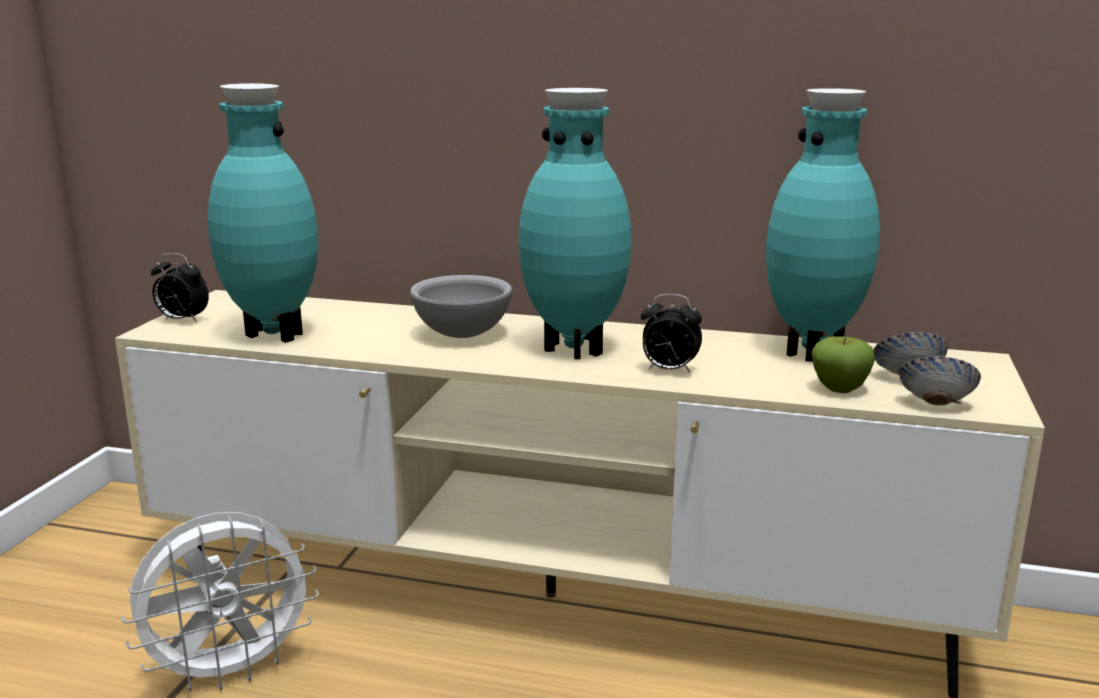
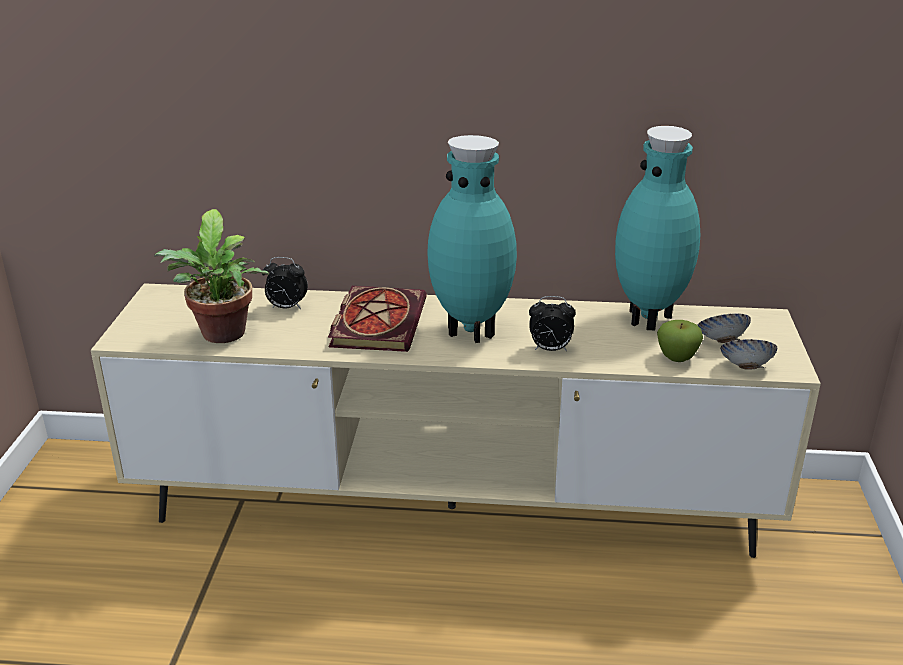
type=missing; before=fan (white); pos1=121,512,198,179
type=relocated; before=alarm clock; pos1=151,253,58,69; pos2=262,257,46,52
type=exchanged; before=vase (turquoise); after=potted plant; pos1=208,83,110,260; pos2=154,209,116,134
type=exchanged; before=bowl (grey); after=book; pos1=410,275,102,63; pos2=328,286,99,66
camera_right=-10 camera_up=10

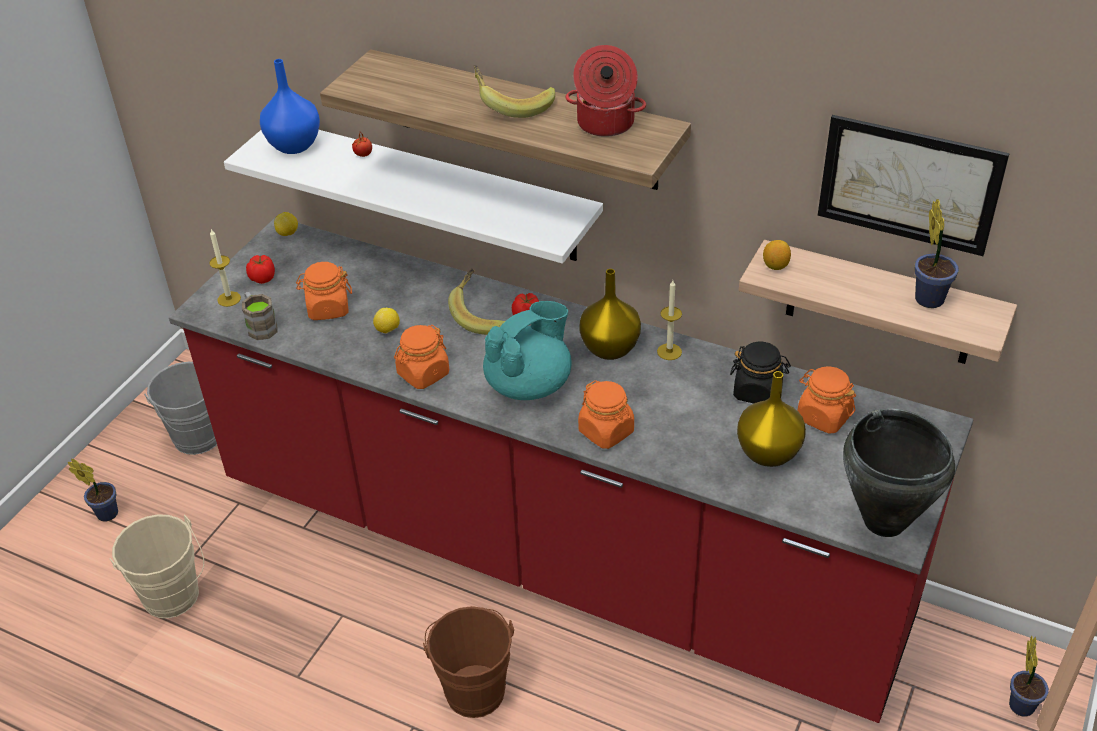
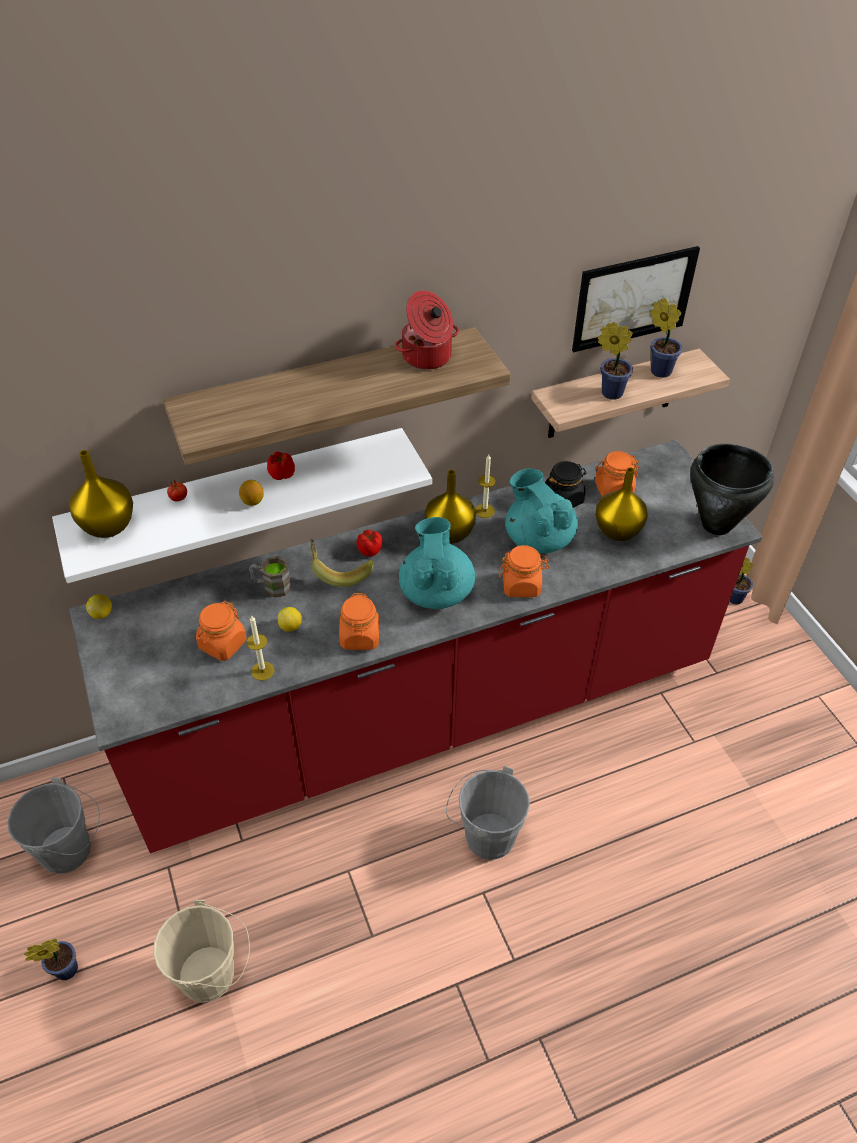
type=relocated; before=candle; pos1=209,229,32,78; pos2=247,616,27,65
type=relocated; before=mug (brown); pos1=242,292,36,48; pos2=249,556,43,42
type=relocated; before=tomato; pos1=246,255,29,29; pos2=267,452,28,28
type=colour; before=vase (blue); after=vase (yellow); pos1=260,59,60,95; pos2=69,450,64,88
type=colour; before=bucket (brown); after=bucket (grey); pos1=423,606,91,112; pos2=446,766,84,94
type=missing; before=banana; pos1=474,65,81,53
type=relocated; before=lemon; pos1=763,240,28,30; pos2=239,480,25,26
type=appeared; after=teapot (turquoise); pos2=505,468,73,85
type=appeared; after=potted plant; pos2=598,322,35,78
camera_right=-50 camera_up=5

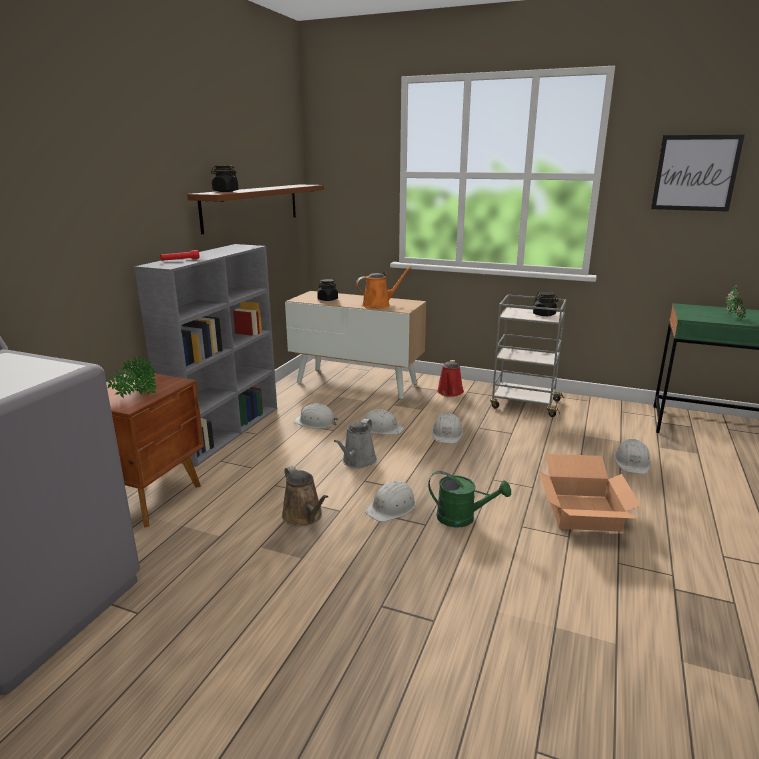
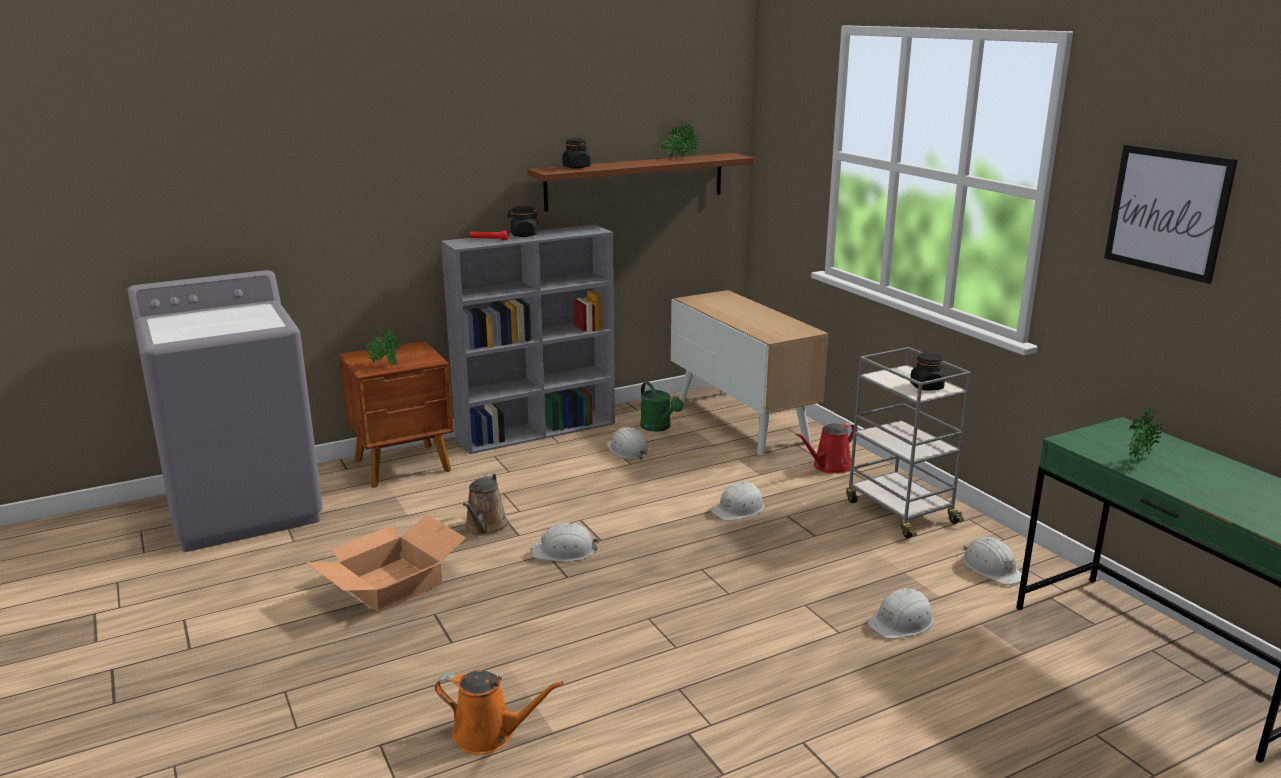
type=relocated; before=jar (black); pos1=317,279,21,22; pos2=507,206,32,31
type=missing; before=watering can (grey); pos1=334,419,43,49
type=relocated; before=watering can (orange); pos1=356,266,56,42; pos2=435,670,129,84
type=relocated; before=hard hat (white); pos1=364,409,41,26; pos2=962,537,60,48
type=relocated; before=watering can (green); pos1=428,471,83,56; pos2=640,382,43,50
type=relocated; before=cardboard box; pos1=538,454,103,78; pos2=306,515,160,98
type=appeared; after=potted plant; pos2=660,123,39,35
camera_right=40 camera_up=0

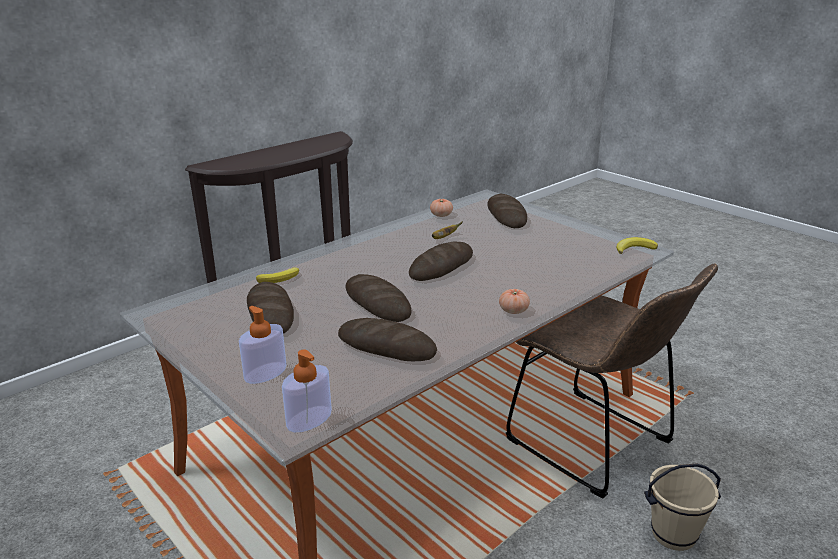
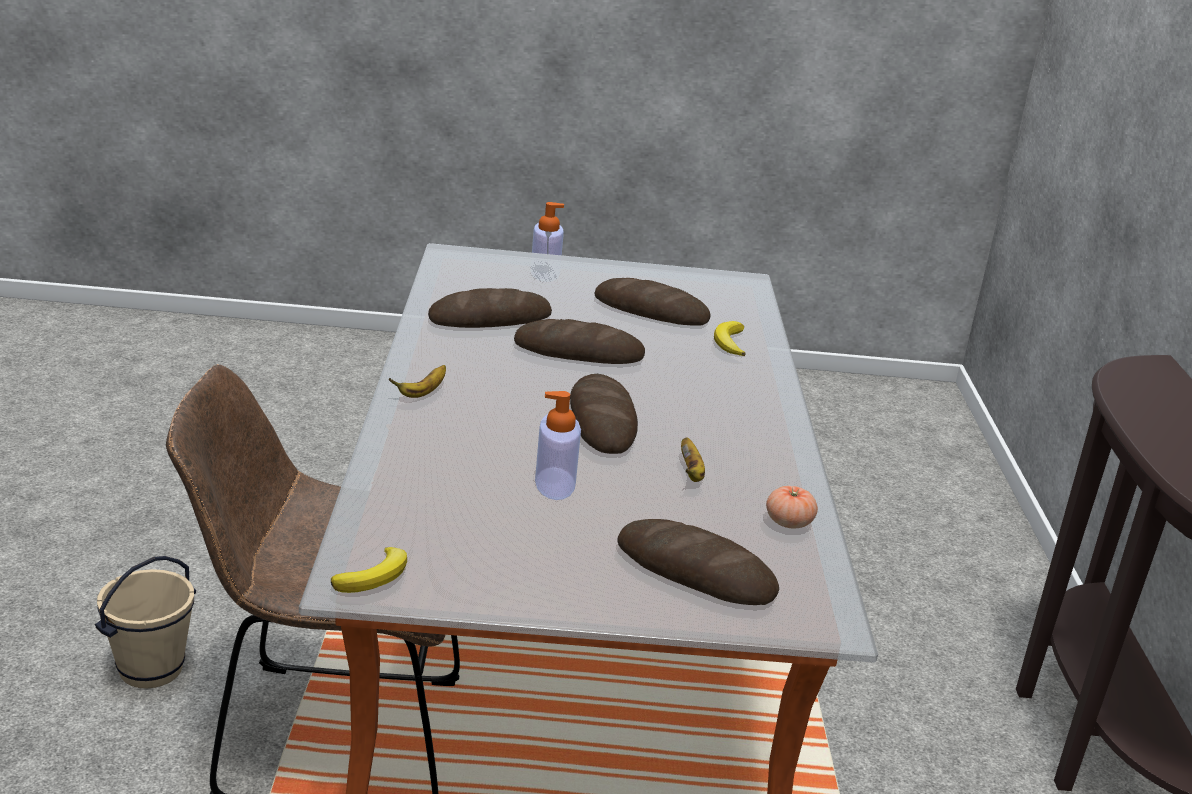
type=relocated; before=soap dispenser; pos1=282,349,50,83; pos2=535,391,46,109
type=exchanged; before=tomato; after=banana; pos1=499,289,31,25; pos2=389,365,57,33
camera_right=130 camera_up=0

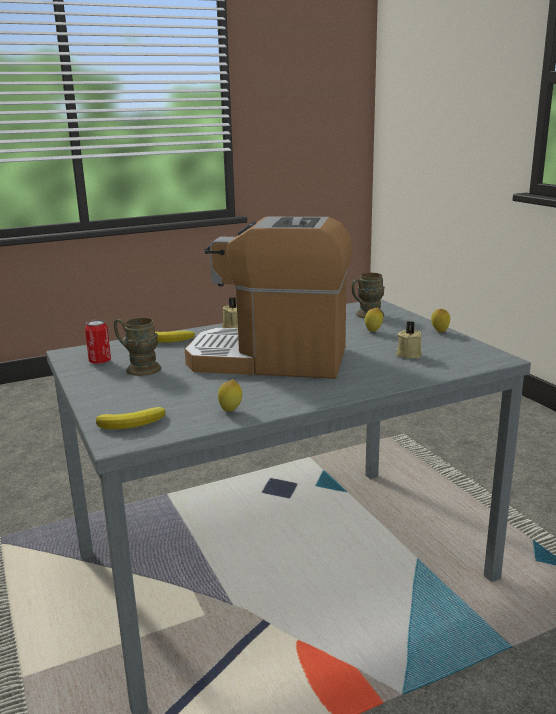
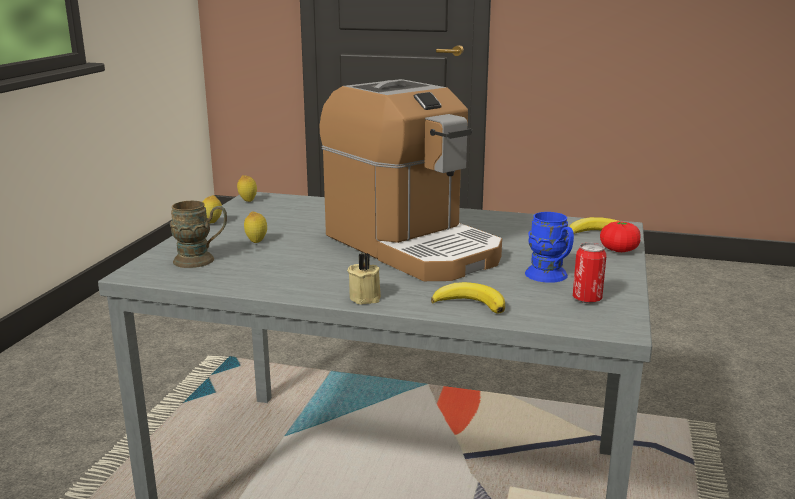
type=colour; before=mug (brown); after=mug (blue); pos1=114,318,47,58; pos2=525,212,49,71
type=relocated; before=lemon; pos1=218,379,24,33; pos2=237,175,20,27
type=missing; before=candle (beige); pos1=396,321,26,38
type=appeared; after=tomato; pos2=600,221,41,31
camera_right=-140 camera_up=0

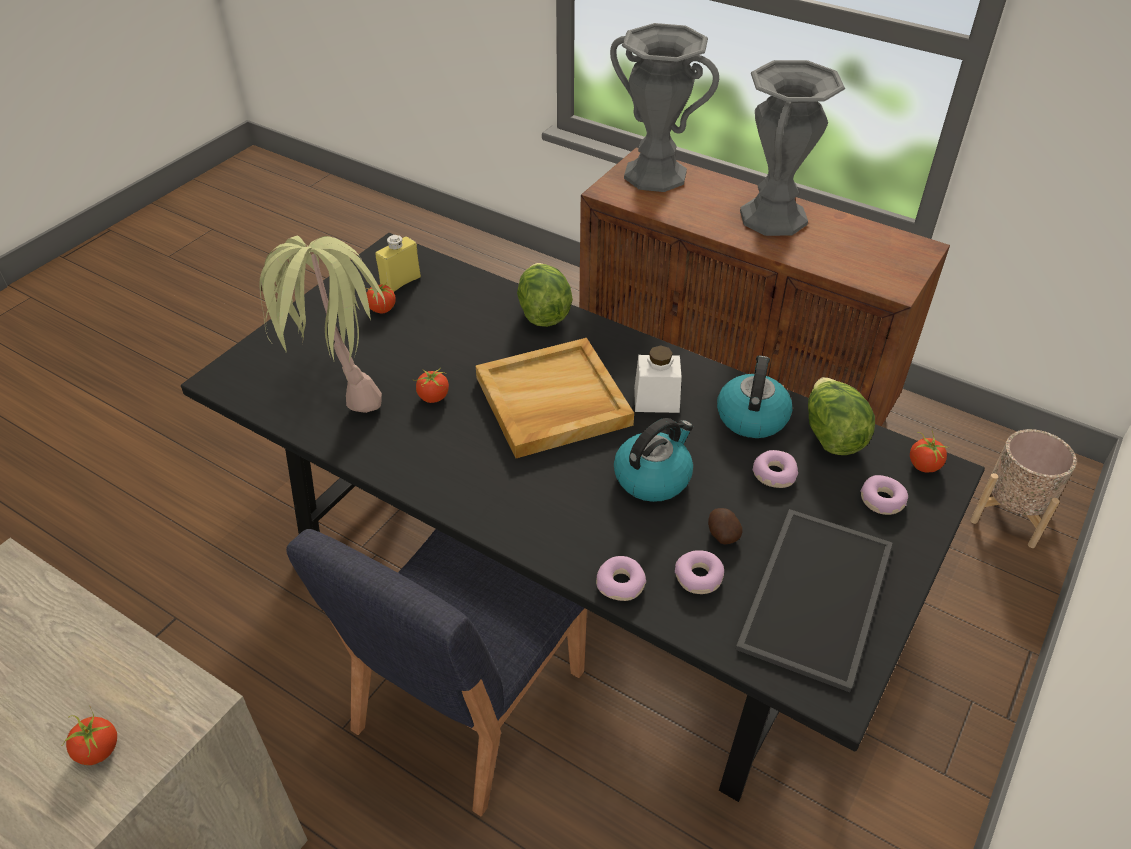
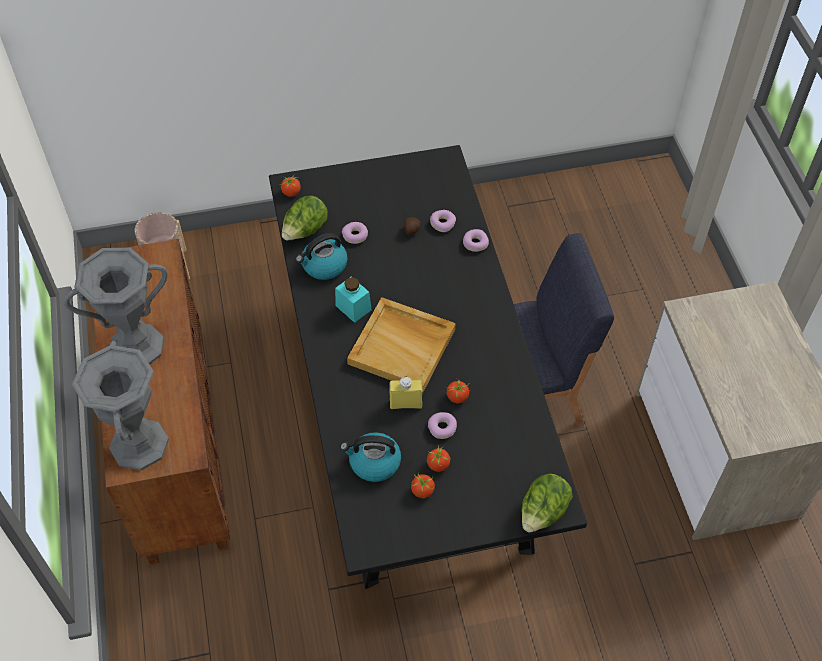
type=relocated; before=tomato; pos1=62,708,55,57; pos2=427,445,23,27
type=missing; before=potted plant; pos1=259,235,126,178
type=relocated; before=bottle (yellow); pos1=375,235,46,57; pos2=389,376,33,33
type=relocated; before=lettuce; pos1=517,263,56,64; pos2=521,474,52,59
type=relocated; before=kettle; pos1=614,418,79,84; pos2=340,432,61,50
type=colour; before=jar (white); after=jar (turquoise); pos1=634,345,48,68; pos2=335,276,37,47
type=missing; before=tray; pos1=735,509,157,183
type=relocated; before=donut; pos1=860,475,48,40; pos2=428,412,29,27
camera_right=-135 camera_up=10

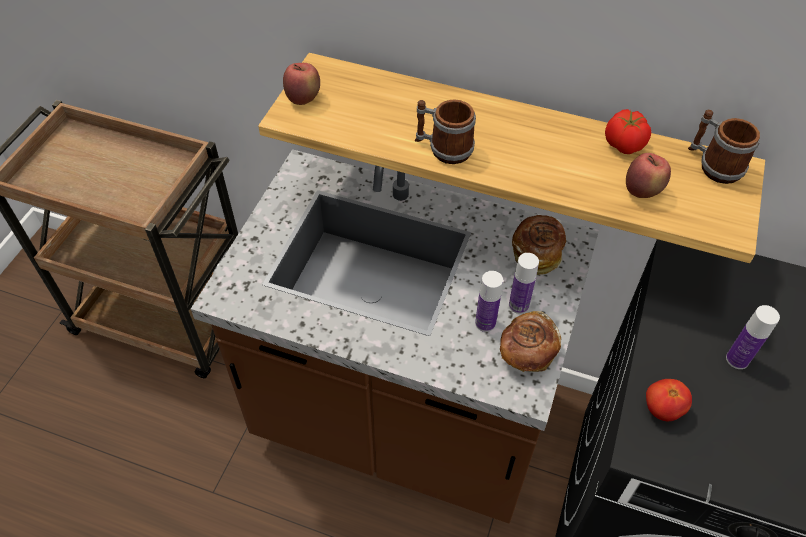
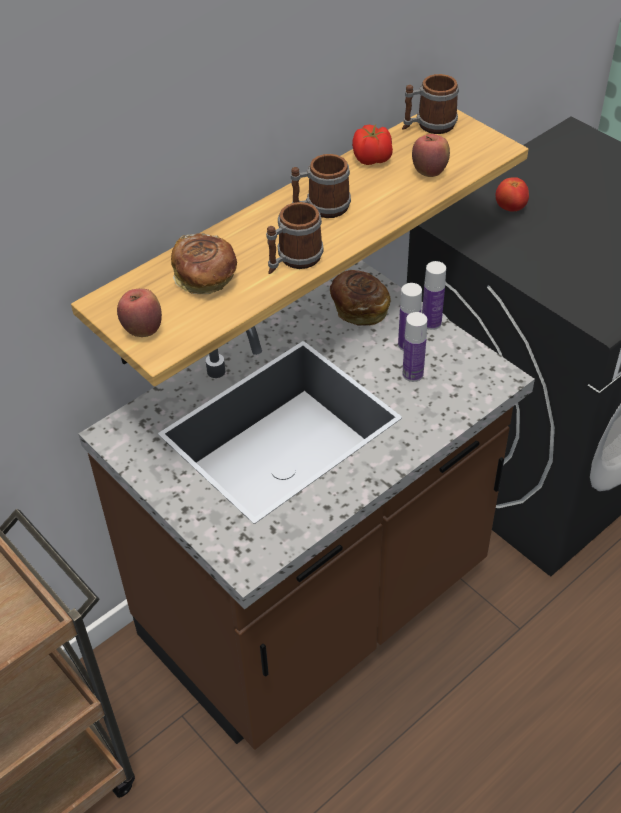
type=relocated; before=bread; pos1=500,311,61,61; pos2=171,233,66,61
type=relocated; before=tomato; pos1=646,379,46,42; pos2=496,177,33,34
type=relocated; before=bottle; pos1=726,305,54,64; pos2=422,261,24,69
type=appeared; after=mug; pos2=291,154,60,64
camera_right=-60 camera_up=-5

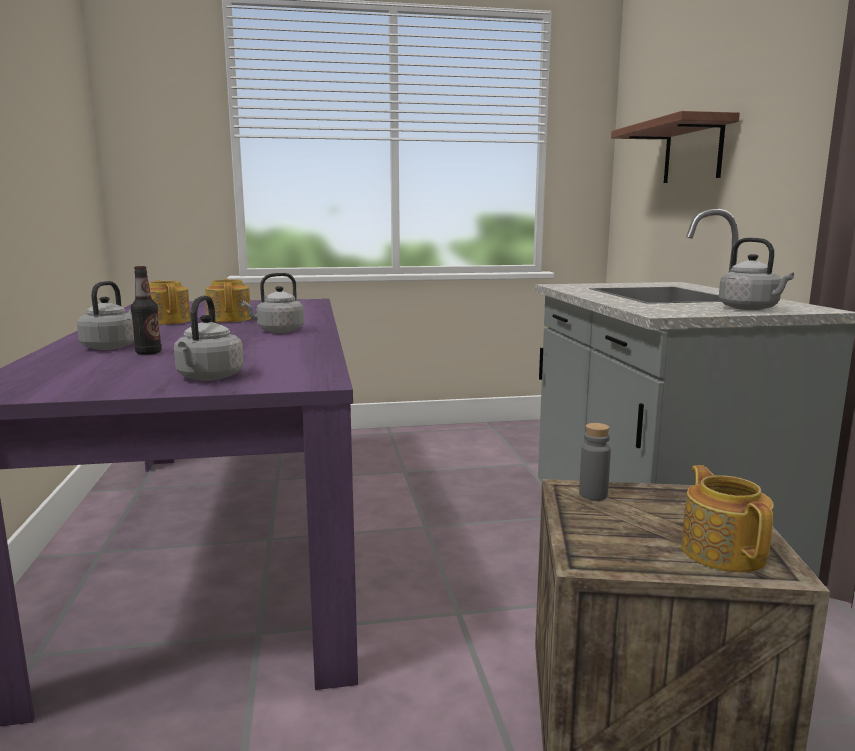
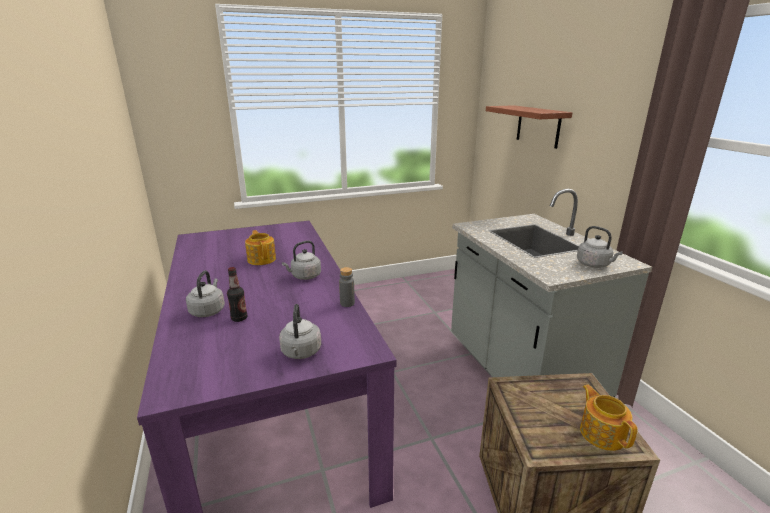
type=missing; before=teapot; pos1=149,280,42,45
type=relocated; before=bottle (grey); pos1=579,423,32,77; pos2=339,267,16,40
camera_right=-10 camera_up=10

